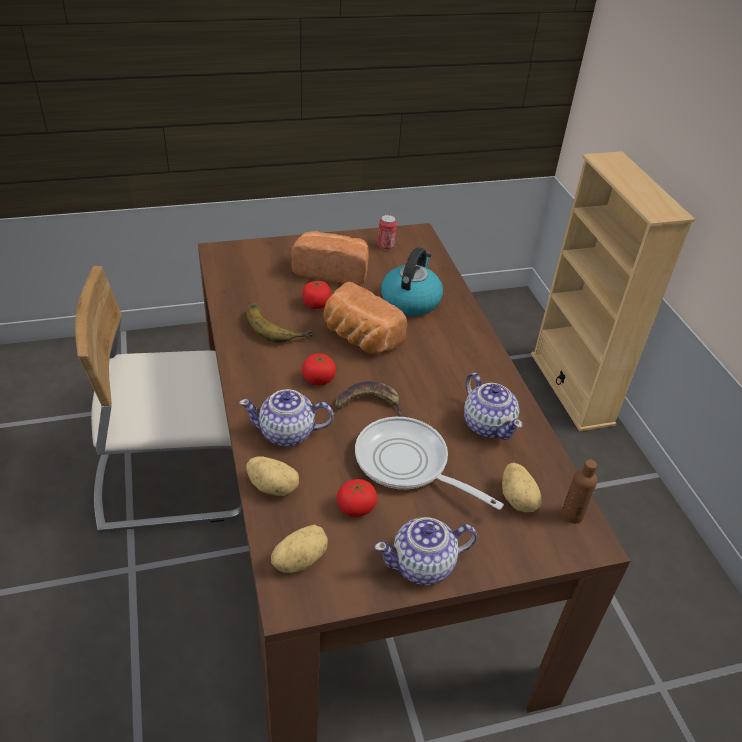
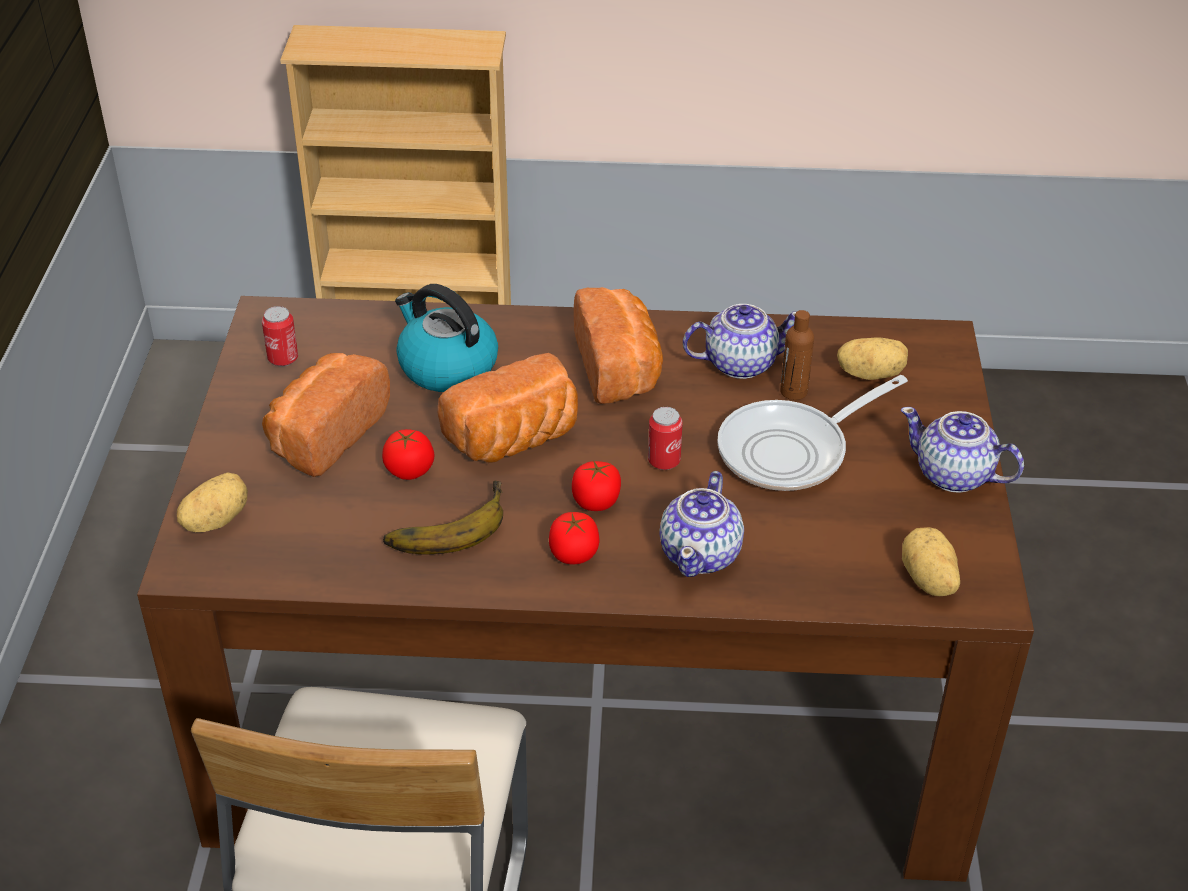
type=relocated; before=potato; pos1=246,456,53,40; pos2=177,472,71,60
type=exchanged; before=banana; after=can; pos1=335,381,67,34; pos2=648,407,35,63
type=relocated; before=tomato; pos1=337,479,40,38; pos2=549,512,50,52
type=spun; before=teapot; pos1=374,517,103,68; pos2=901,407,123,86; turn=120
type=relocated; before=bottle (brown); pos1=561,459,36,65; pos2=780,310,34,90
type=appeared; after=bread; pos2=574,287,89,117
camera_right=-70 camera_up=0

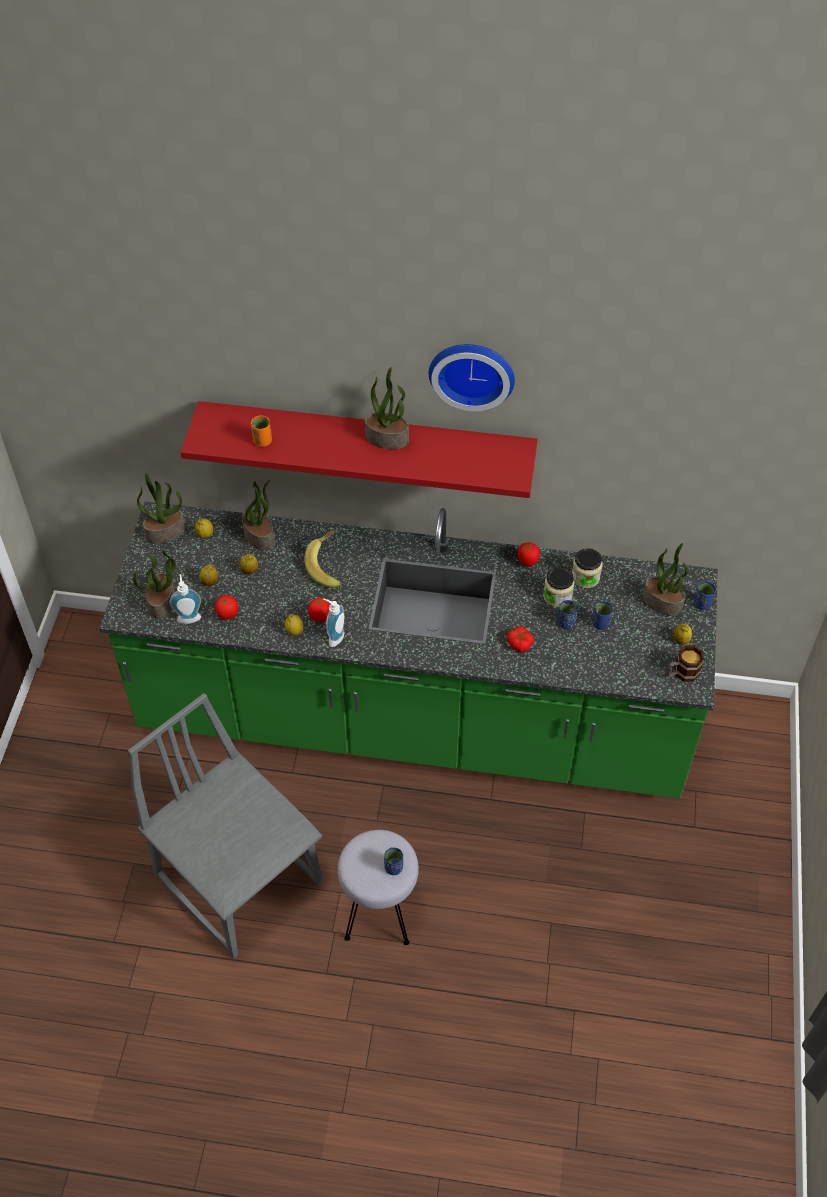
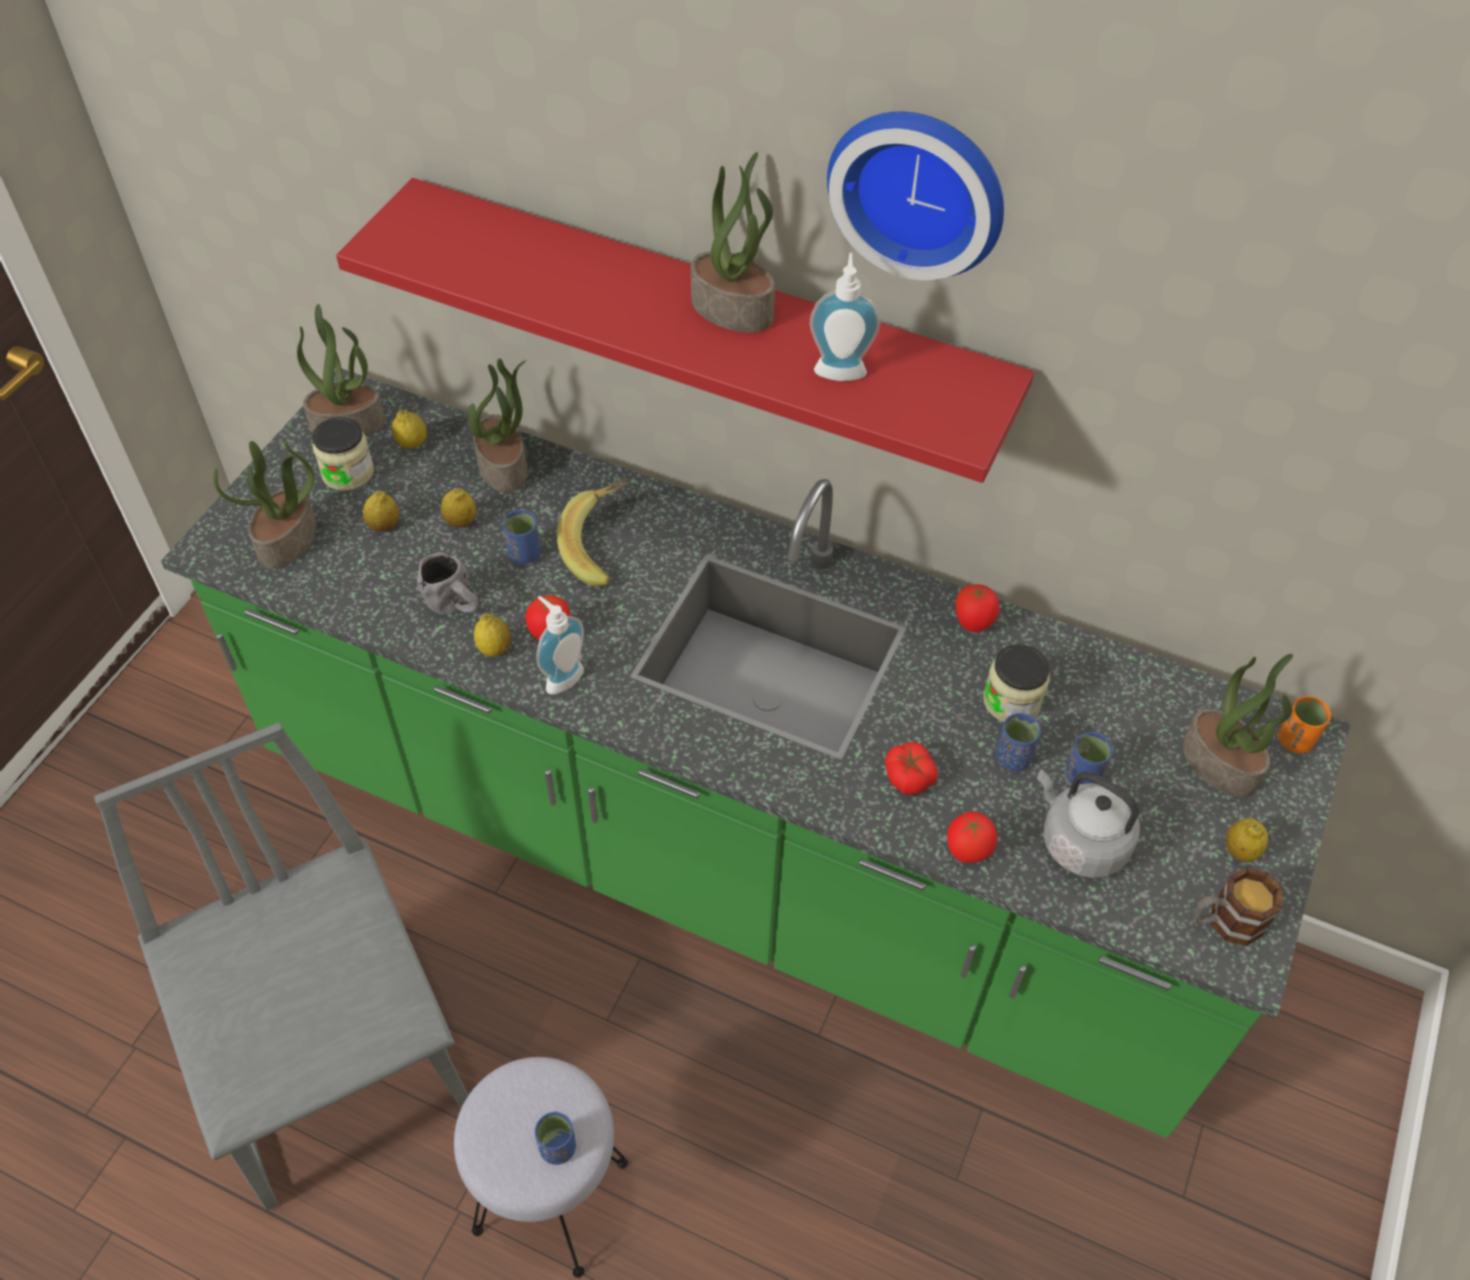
type=relocated; before=soap dispenser; pos1=170,574,31,50; pos2=810,253,70,128
type=relocated; before=tomato; pos1=215,595,23,25; pos2=947,812,50,51
type=relocated; before=cup (orange); pos1=251,416,21,31; pos2=1278,696,53,57
type=relocated; before=jar; pos1=572,548,31,40; pos2=312,417,62,74
type=relocated; before=cup (blue); pos1=694,581,22,29; pos2=502,510,39,54
type=appeared; after=mug (grey); pos2=417,552,62,63
type=appeared; after=kettle (grey); pos2=1037,769,103,109
camera_right=15 camera_up=0

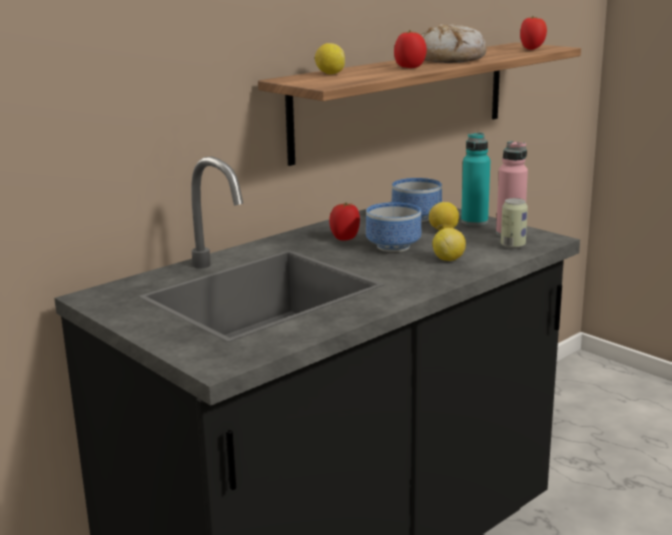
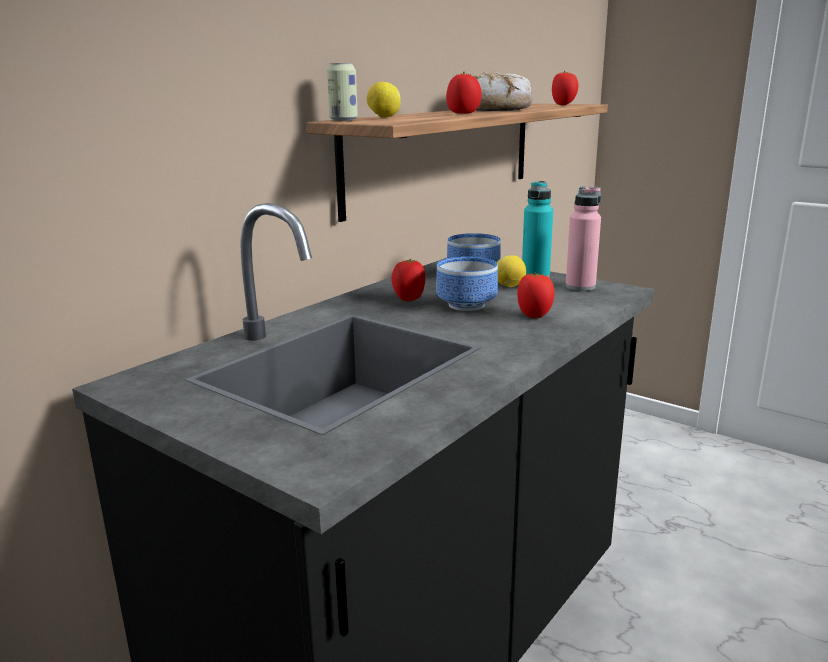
type=exchanged; before=lemon; after=tomato; pos1=433,228,33,33; pos2=517,272,37,46
type=relocated; before=can; pos1=501,198,27,51; pos2=327,63,31,58
camera_right=-10 camera_up=0

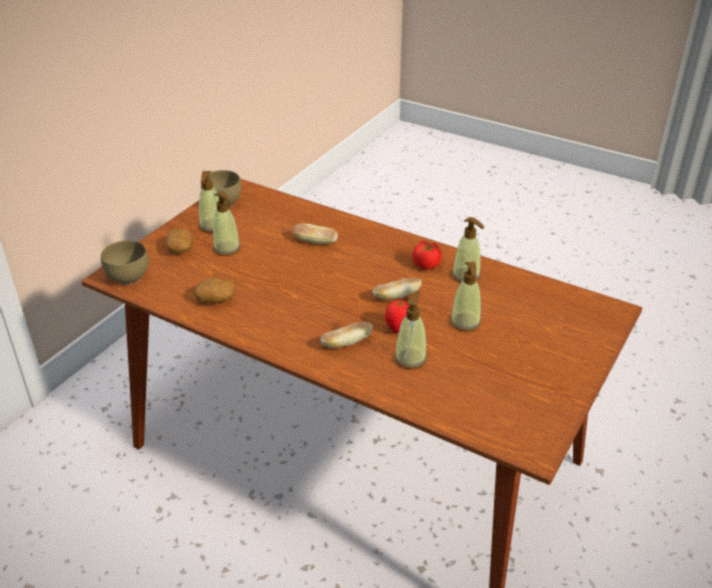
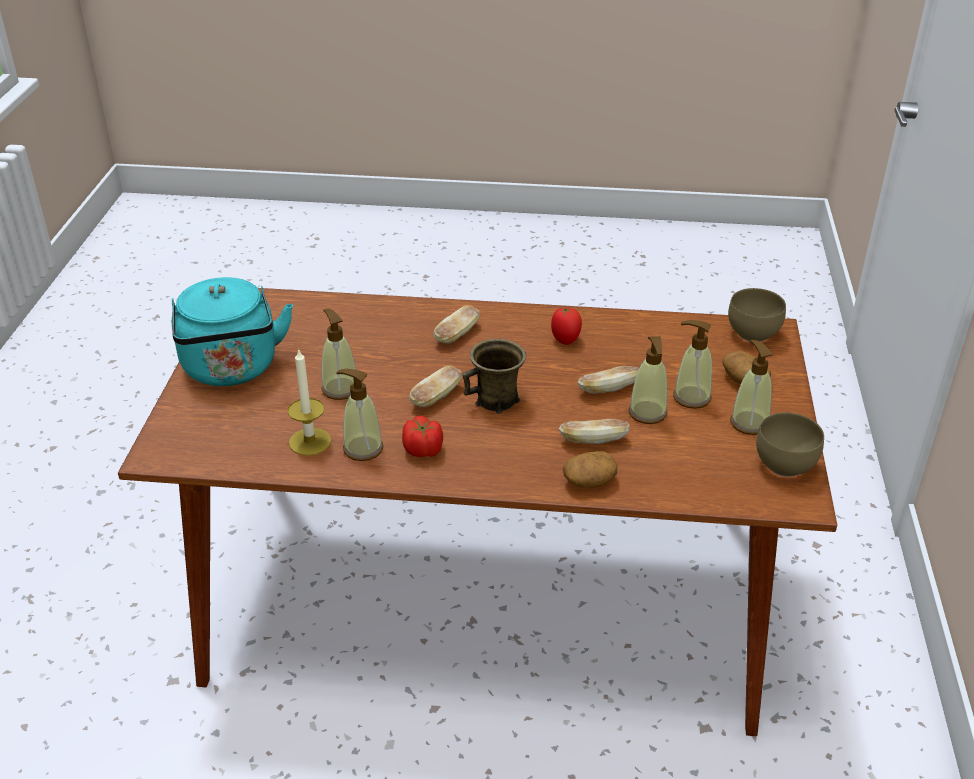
type=relocated; before=potato; pos1=194,278,41,26; pos2=562,451,55,37
type=relocated; before=tomato; pos1=385,300,25,33; pos2=551,307,31,38
type=relocated; before=soap dispenser; pos1=394,291,33,78; pos2=629,336,38,88
type=appeared; after=kettle (turquoise); pos2=171,277,122,109
type=appeared; after=candle; pos2=288,348,43,108
type=appeared; after=mug (brown); pos2=462,339,64,75
type=appeared; after=bread; pos2=578,366,61,28
camera_right=155 camera_up=0

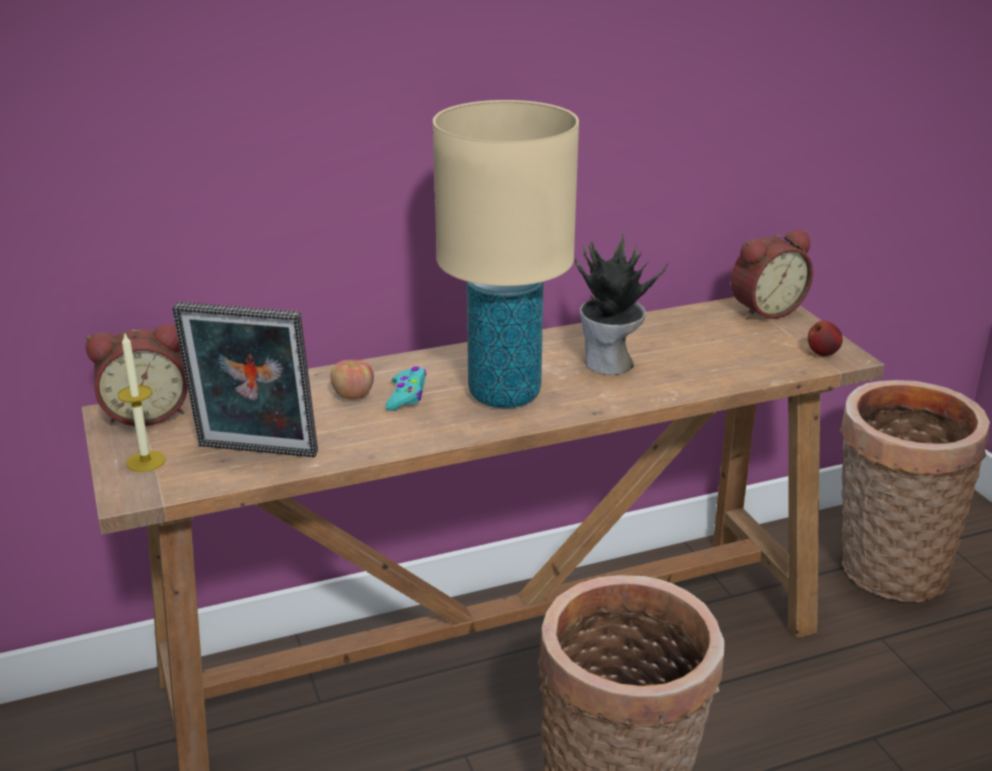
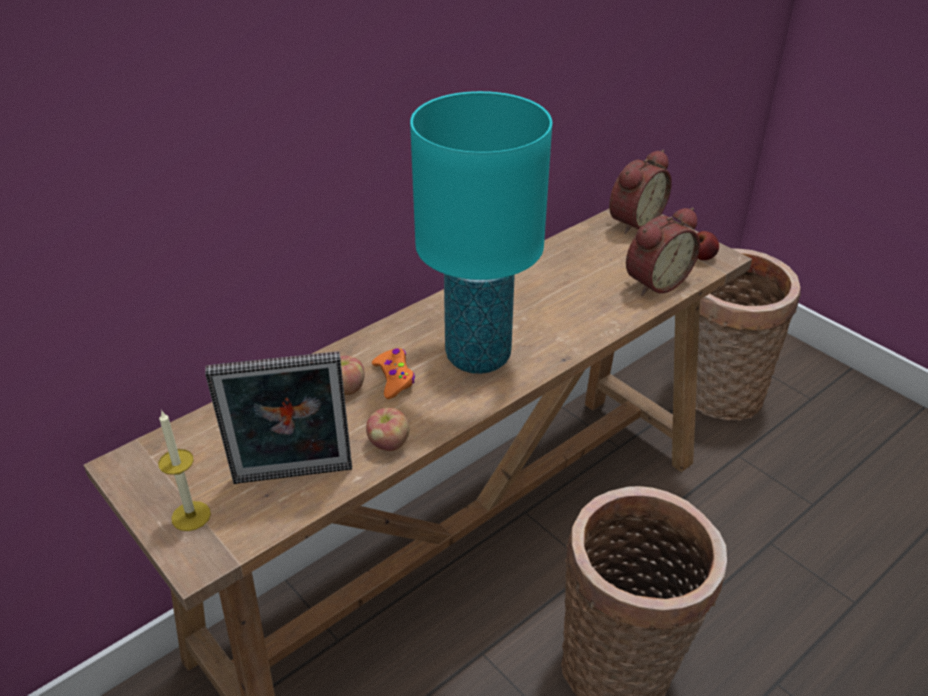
type=relocated; before=alarm clock; pos1=86,324,102,102; pos2=626,207,74,89
type=colour; before=game controller (turquoise); after=game controller (orange); pos1=385,366,41,45; pos2=372,348,43,51
type=colour; before=table lamp (beige); after=table lamp (turquoise); pos1=433,100,146,308; pos2=410,91,142,283
type=missing; before=potted plant; pos1=575,229,93,146
type=appeared; after=apple; pos2=366,408,44,43
camera_right=-20 camera_up=10

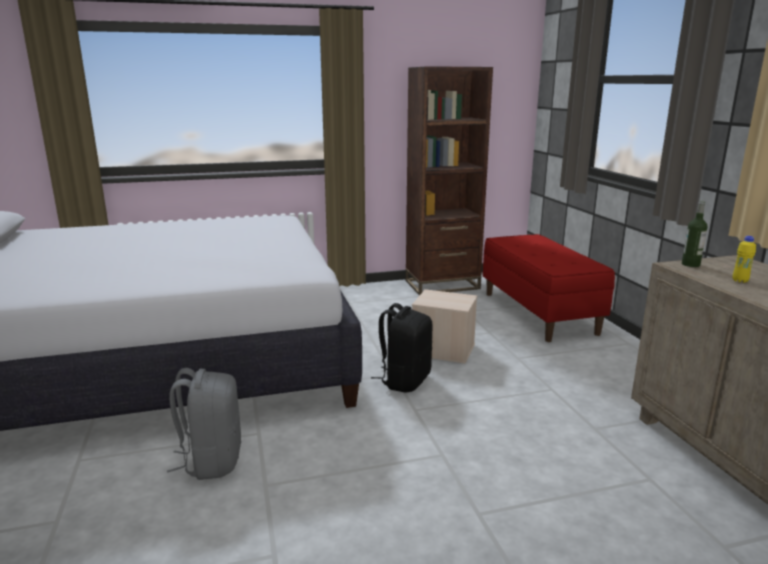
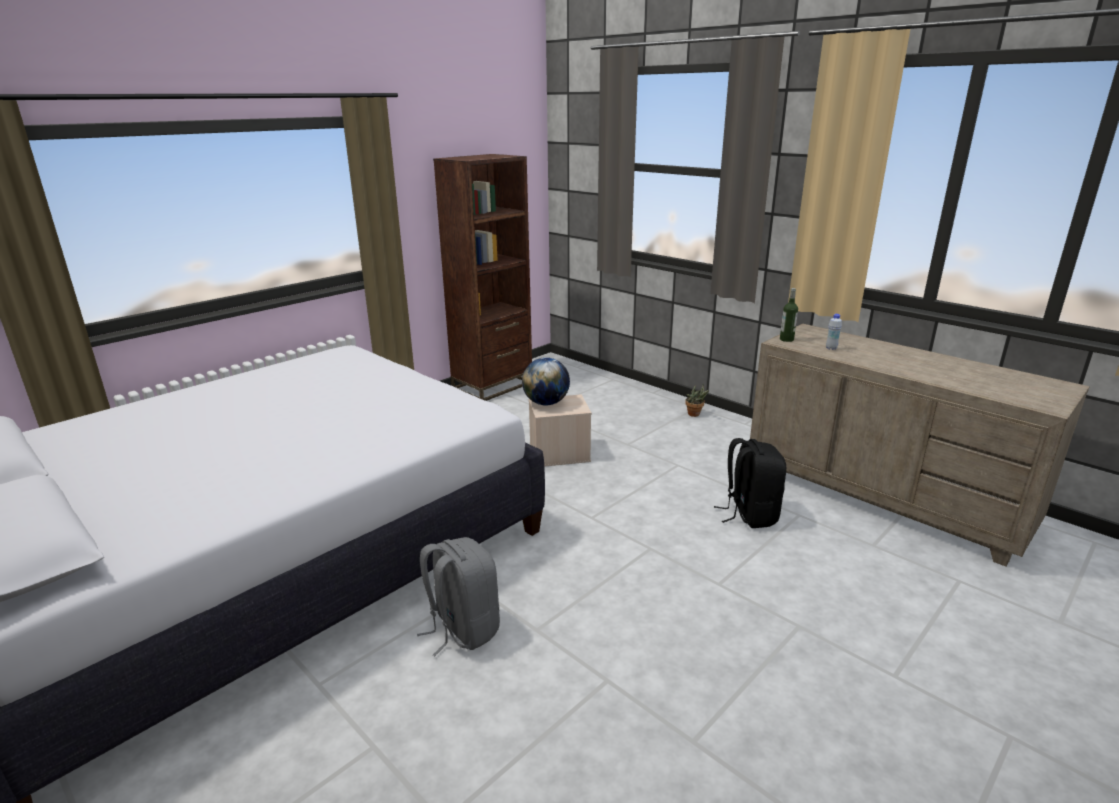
type=relocated; before=backpack (black); pos1=371,303,62,89; pos2=714,438,72,90
type=missing; before=bench (red); pos1=483,234,132,108
type=colour; before=bottle (yellow); after=bottle (white); pos1=733,236,23,47; pos2=826,314,16,36
type=appeared; after=globe; pos2=522,357,48,48
type=appeared; after=potted plant; pos2=685,385,24,32
camera_right=-30 camera_up=5

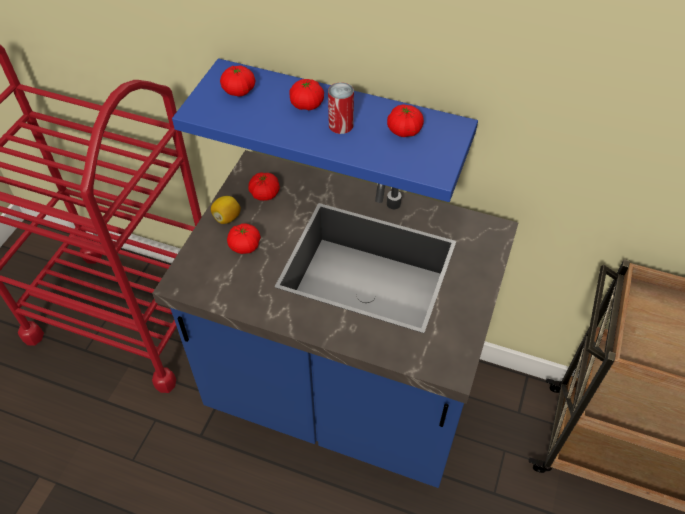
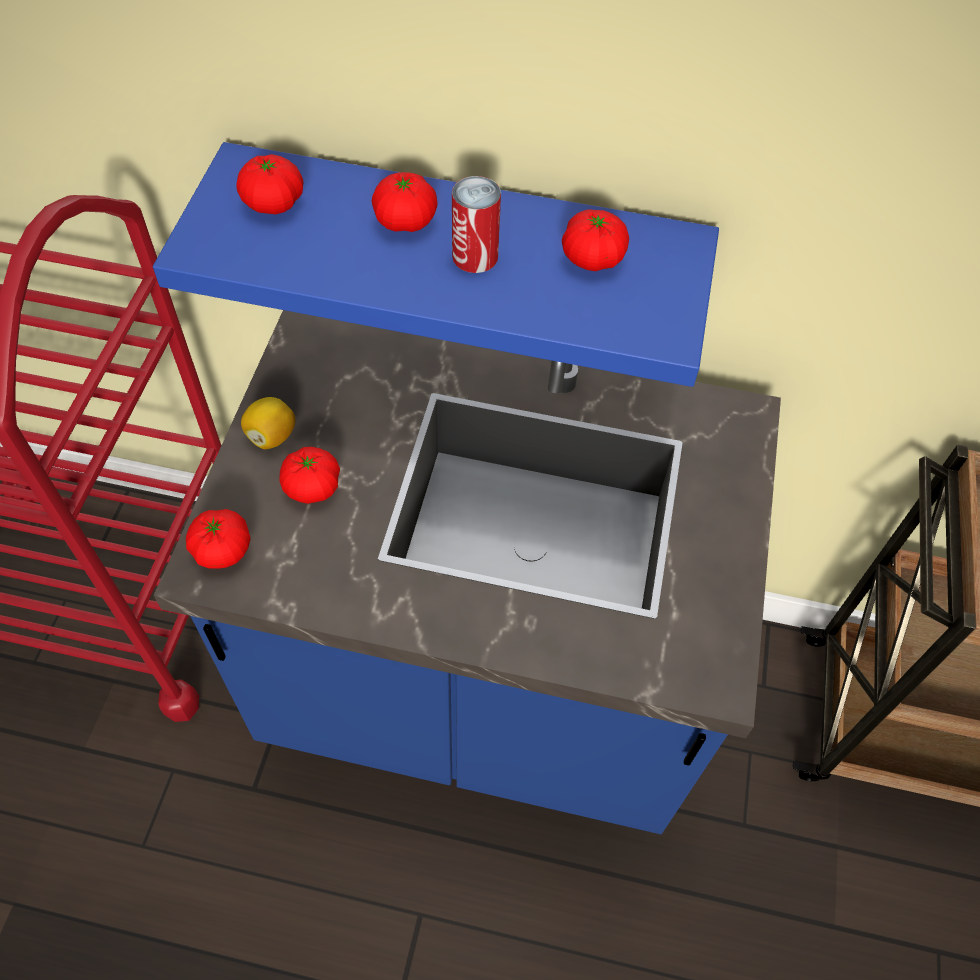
type=relocated; before=tomato; pos1=248,172,32,29; pos2=186,509,65,60
camera_right=-10 camera_up=5

